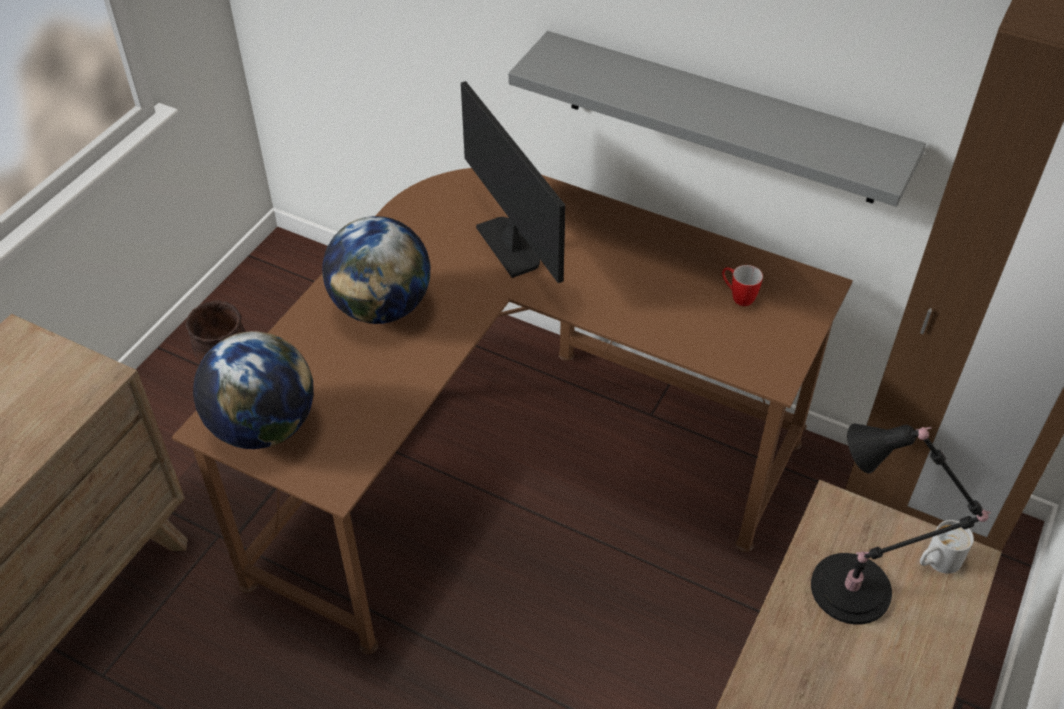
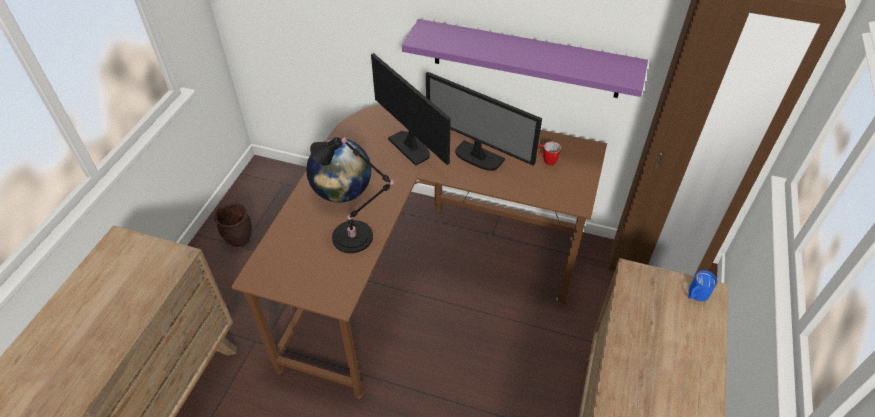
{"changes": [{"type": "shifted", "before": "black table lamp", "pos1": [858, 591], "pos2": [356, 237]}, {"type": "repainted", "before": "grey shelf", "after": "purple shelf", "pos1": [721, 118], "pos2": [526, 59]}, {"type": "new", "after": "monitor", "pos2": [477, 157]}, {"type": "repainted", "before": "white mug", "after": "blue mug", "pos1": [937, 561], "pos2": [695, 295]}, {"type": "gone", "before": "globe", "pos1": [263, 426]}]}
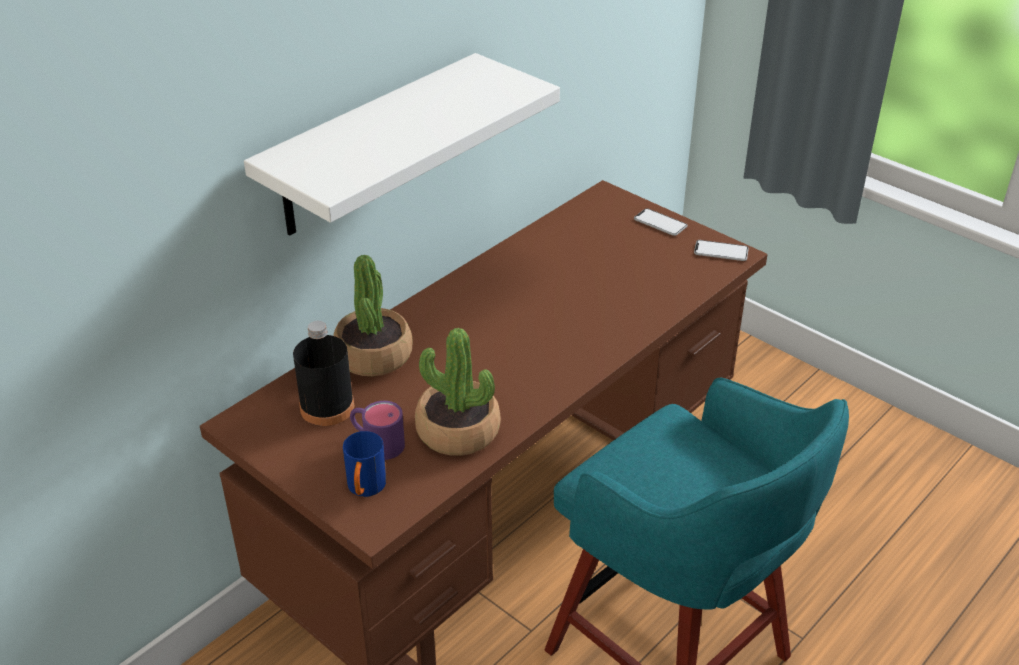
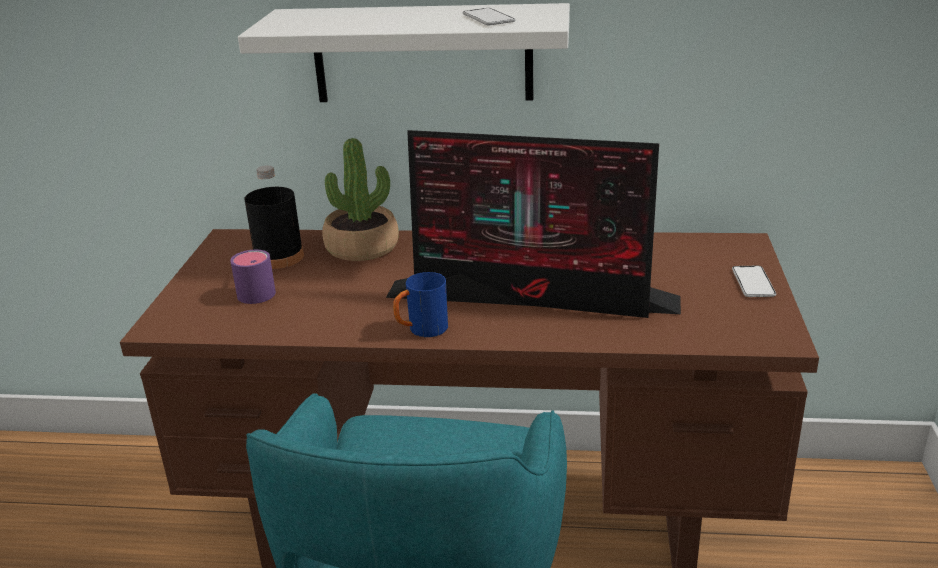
{"changes": [{"type": "new", "after": "monitor", "pos2": [535, 297]}, {"type": "shifted", "before": "blue mug", "pos1": [365, 489], "pos2": [421, 330]}, {"type": "shifted", "before": "phone", "pos1": [721, 251], "pos2": [488, 18]}, {"type": "gone", "before": "potted plant", "pos1": [457, 431]}]}
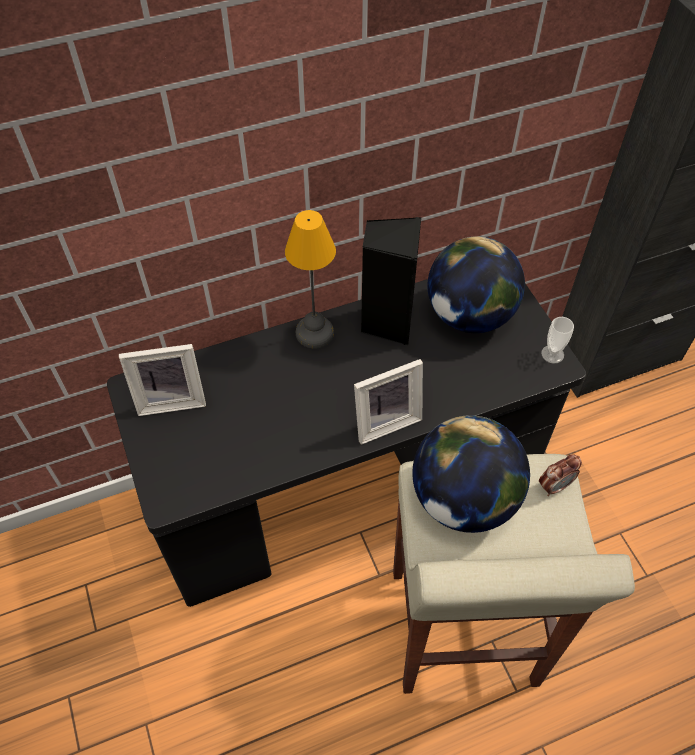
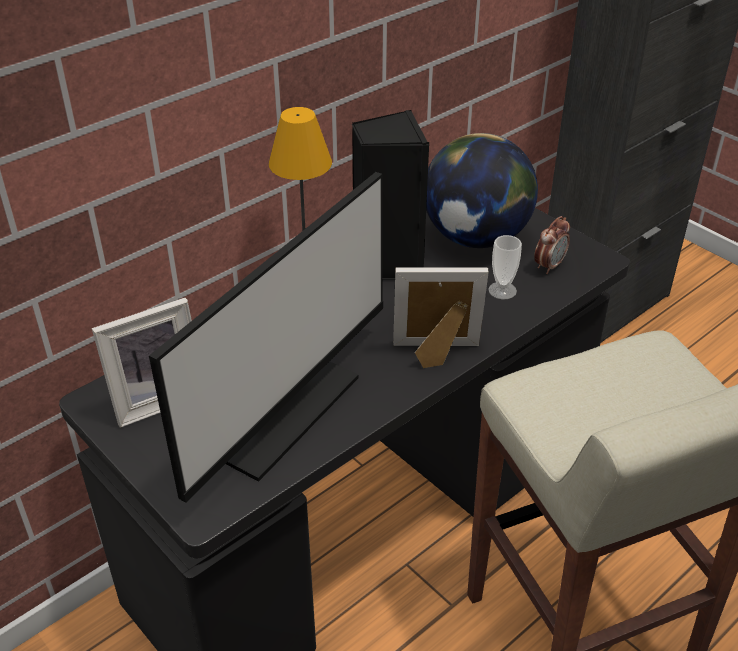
{"changes": [{"type": "new", "after": "monitor", "pos2": [275, 409]}, {"type": "rotated", "before": "picture frame", "pos1": [385, 420], "pos2": [436, 354], "turn": -135}, {"type": "shifted", "before": "cup", "pos1": [552, 354], "pos2": [502, 290]}, {"type": "shifted", "before": "alarm clock", "pos1": [554, 486], "pos2": [549, 266]}, {"type": "gone", "before": "globe", "pos1": [463, 499]}]}
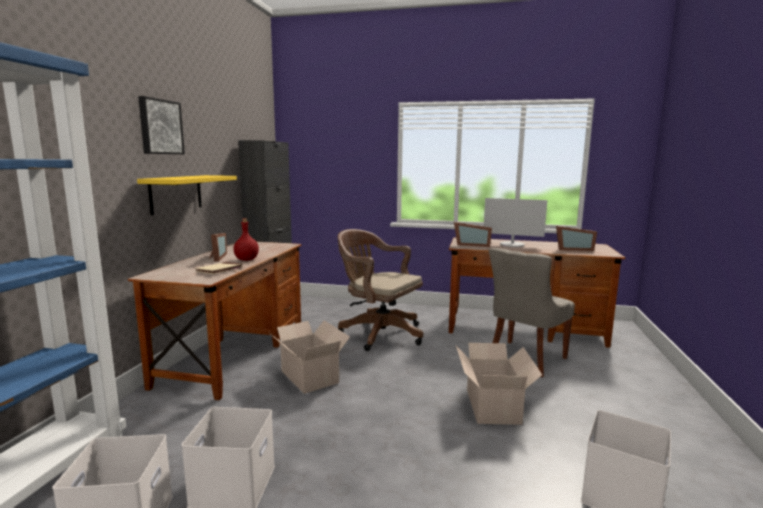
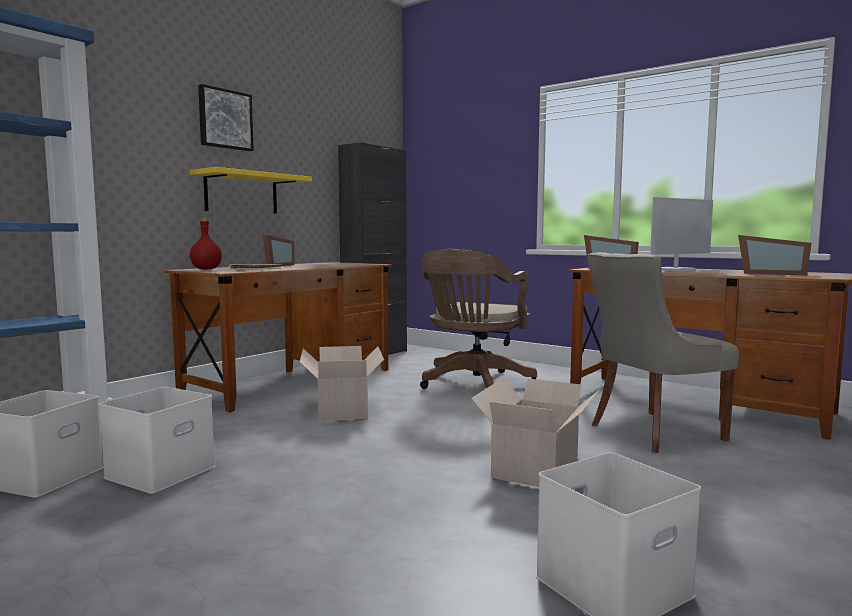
{"changes": [{"type": "shifted", "before": "red bottle", "pos1": [247, 259], "pos2": [207, 269]}, {"type": "rotated", "before": "brown office chair", "pos1": [378, 333], "pos2": [473, 385], "turn": -120}, {"type": "rotated", "before": "monitor", "pos1": [512, 244], "pos2": [676, 270], "turn": -75}]}
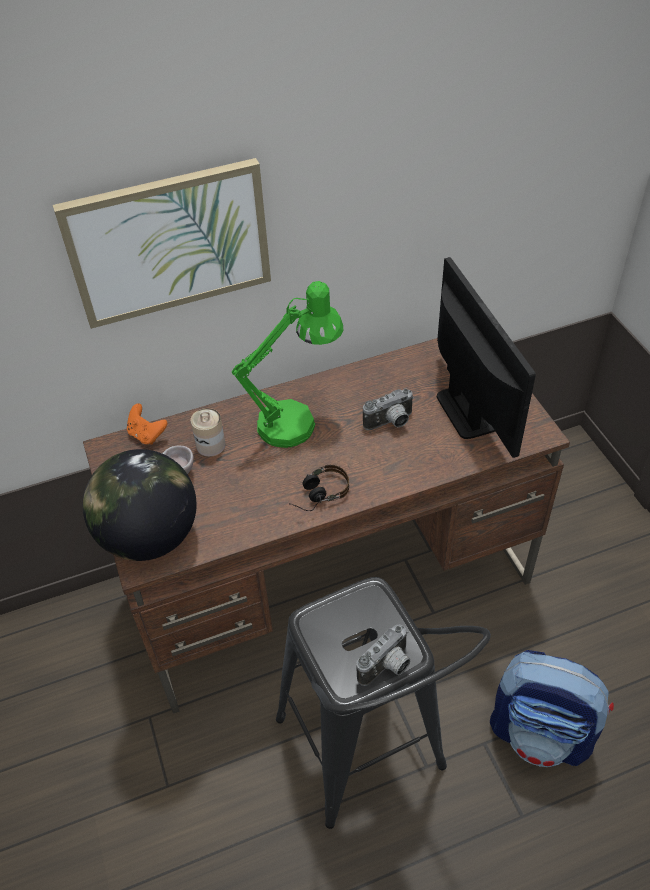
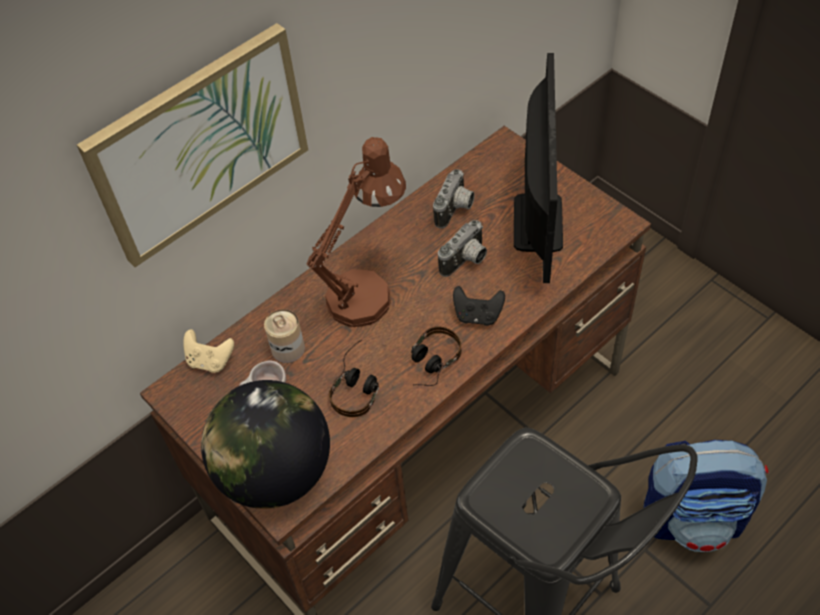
{"changes": [{"type": "repainted", "before": "orange game controller", "after": "beige game controller", "pos1": [147, 435], "pos2": [210, 361]}, {"type": "repainted", "before": "green table lamp", "after": "brown table lamp", "pos1": [297, 421], "pos2": [367, 290]}, {"type": "new", "after": "headphones", "pos2": [358, 386]}, {"type": "shifted", "before": "photo camera", "pos1": [387, 667], "pos2": [456, 210]}, {"type": "new", "after": "black game controller", "pos2": [478, 315]}, {"type": "rotated", "before": "monitor", "pos1": [468, 411], "pos2": [537, 222], "turn": 45}]}
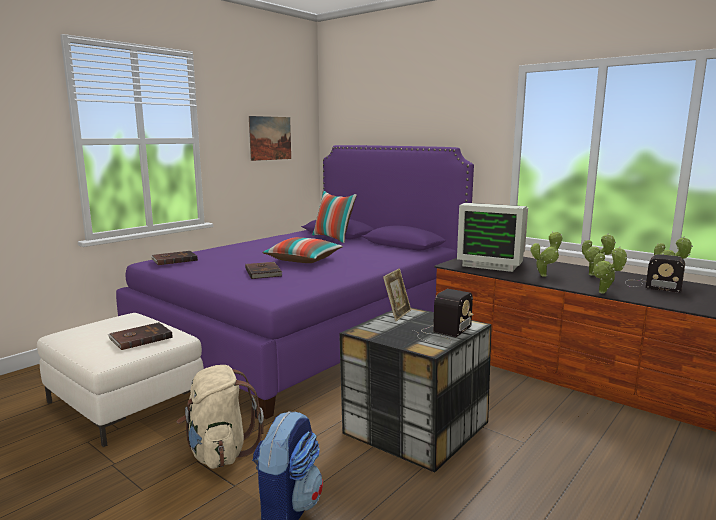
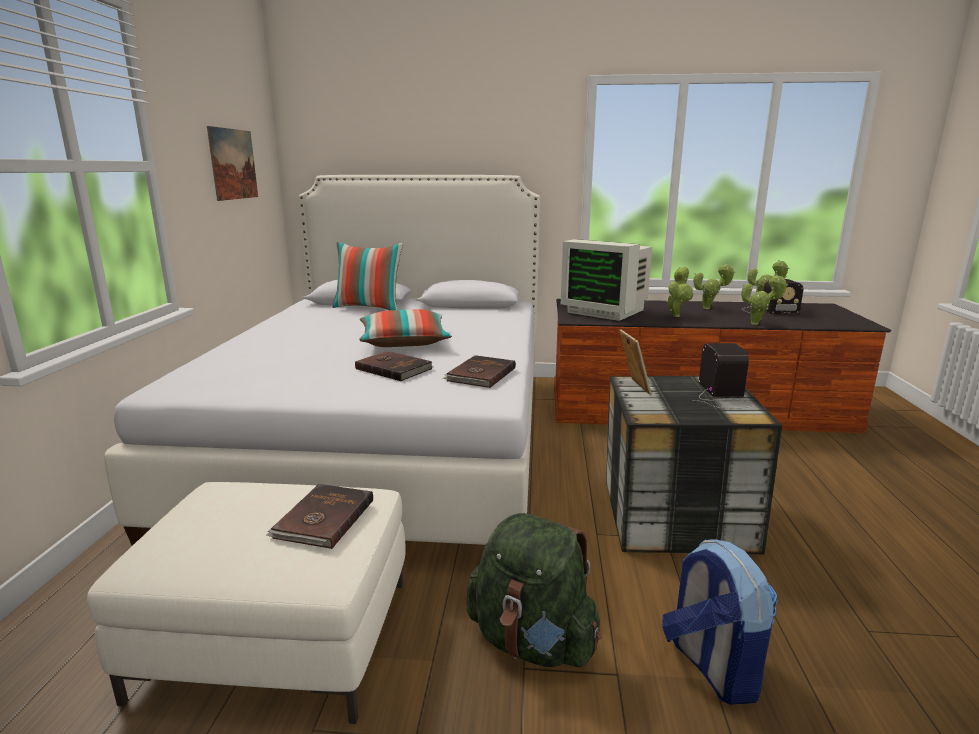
{"changes": [{"type": "repainted", "before": "purple bed", "after": "white bed", "pos1": [308, 331], "pos2": [388, 440]}, {"type": "shifted", "before": "brown book", "pos1": [174, 260], "pos2": [480, 374]}, {"type": "repainted", "before": "beige backpack", "after": "green backpack", "pos1": [219, 452], "pos2": [532, 642]}, {"type": "rotated", "before": "monitor", "pos1": [492, 263], "pos2": [606, 311], "turn": 45}]}
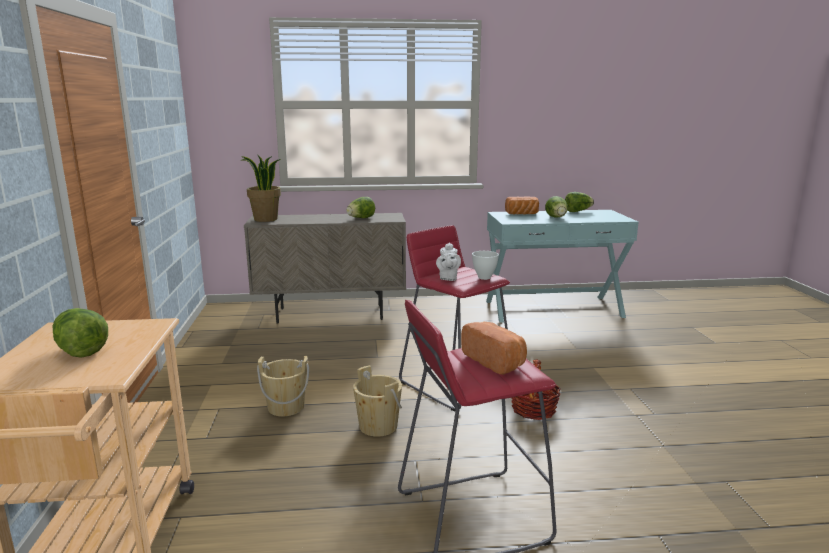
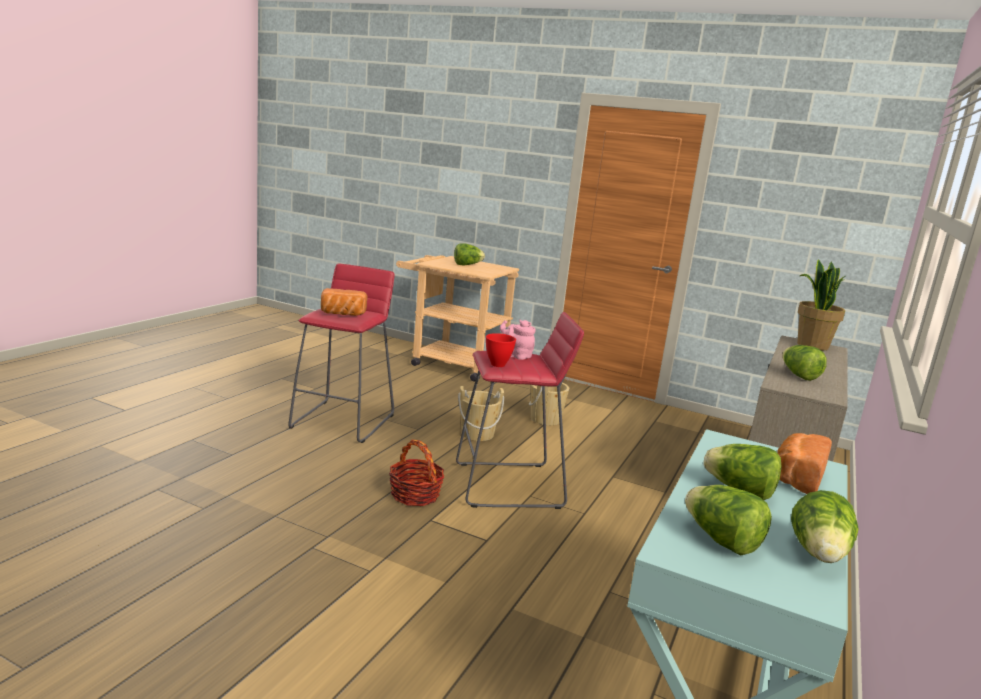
{"changes": [{"type": "repainted", "before": "white bowl", "after": "red bowl", "pos1": [484, 278], "pos2": [497, 364]}, {"type": "repainted", "before": "white teapot", "after": "pink teapot", "pos1": [448, 278], "pos2": [516, 355]}, {"type": "new", "after": "lettuce", "pos2": [721, 541]}]}
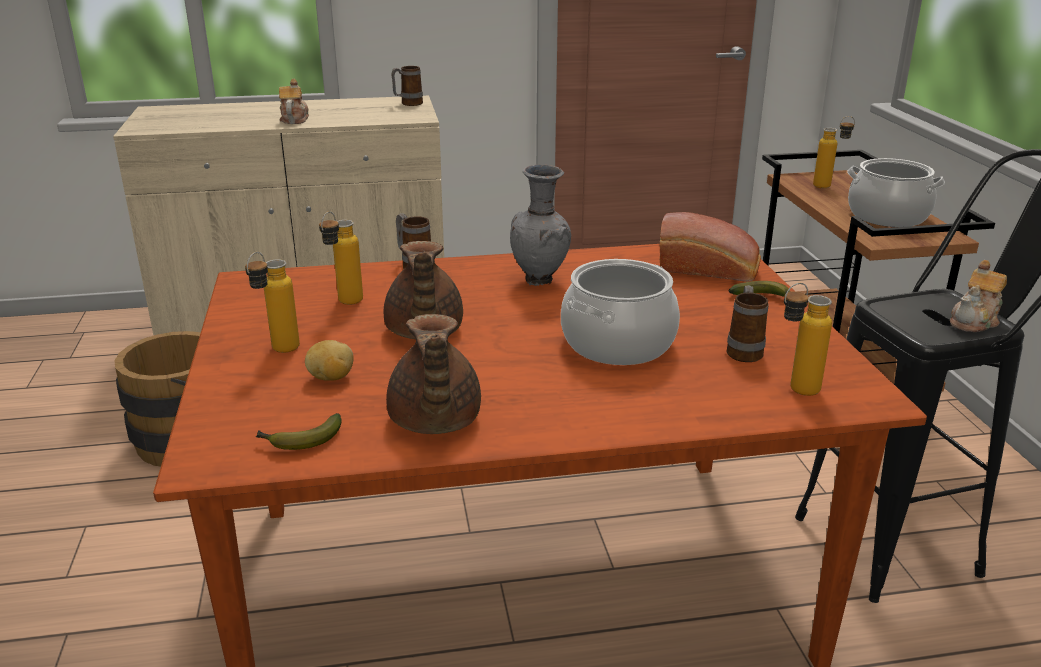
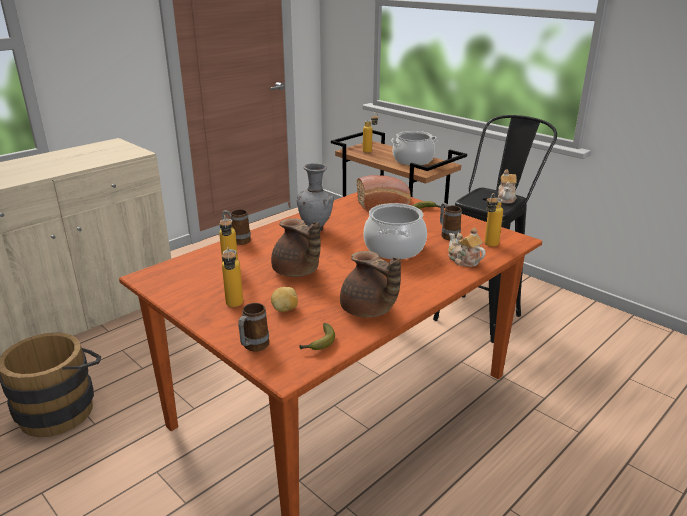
{"changes": [{"type": "shifted", "before": "mug", "pos1": [407, 104], "pos2": [253, 347]}, {"type": "shifted", "before": "teapot", "pos1": [294, 120], "pos2": [463, 260]}]}
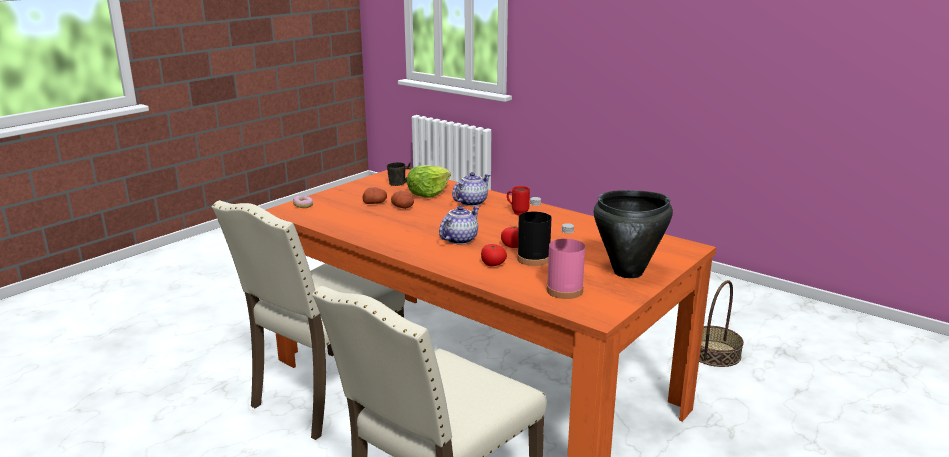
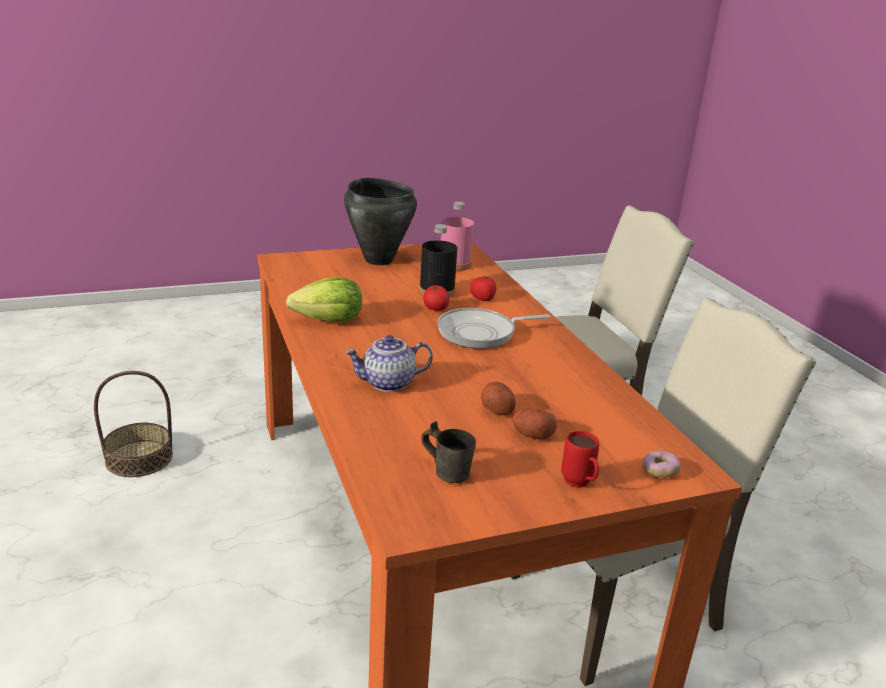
{"changes": [{"type": "shifted", "before": "lettuce", "pos1": [428, 193], "pos2": [329, 320]}, {"type": "swapped", "before": "teapot", "after": "frying pan", "pos1": [459, 239], "pos2": [481, 333]}, {"type": "shifted", "before": "red mug", "pos1": [517, 212], "pos2": [579, 485]}]}
